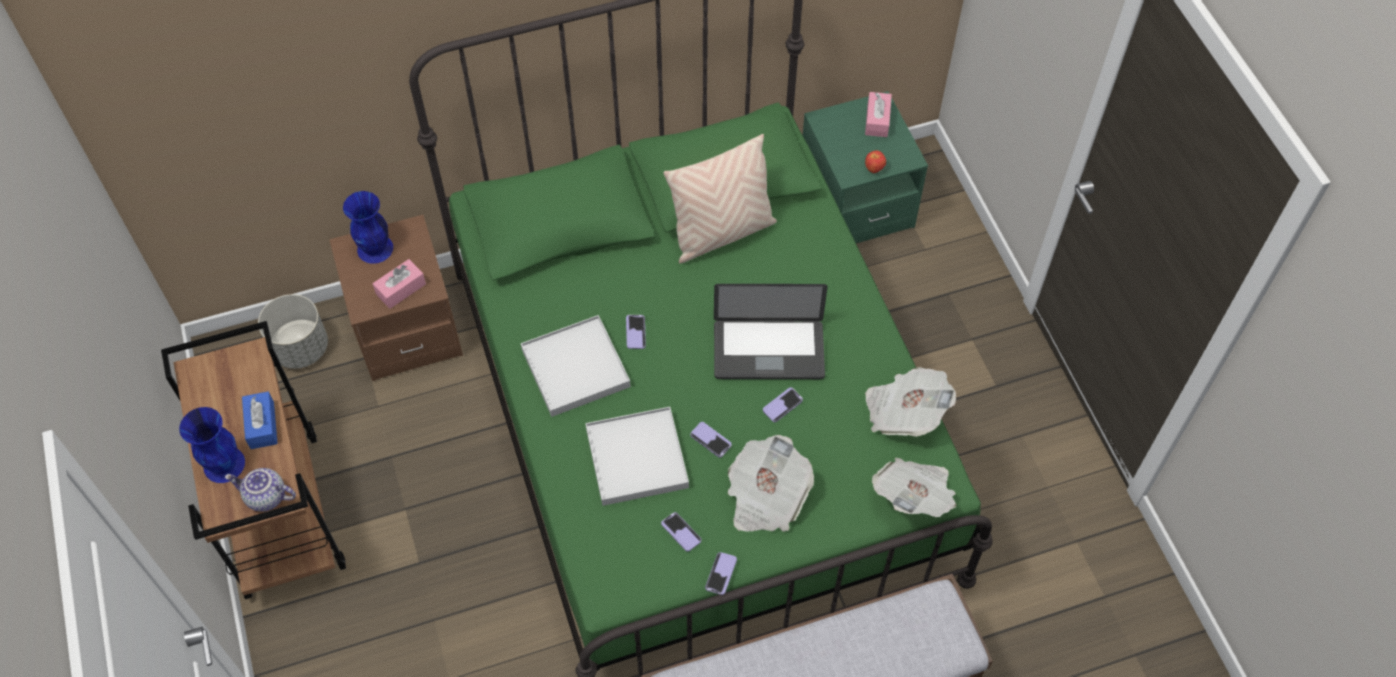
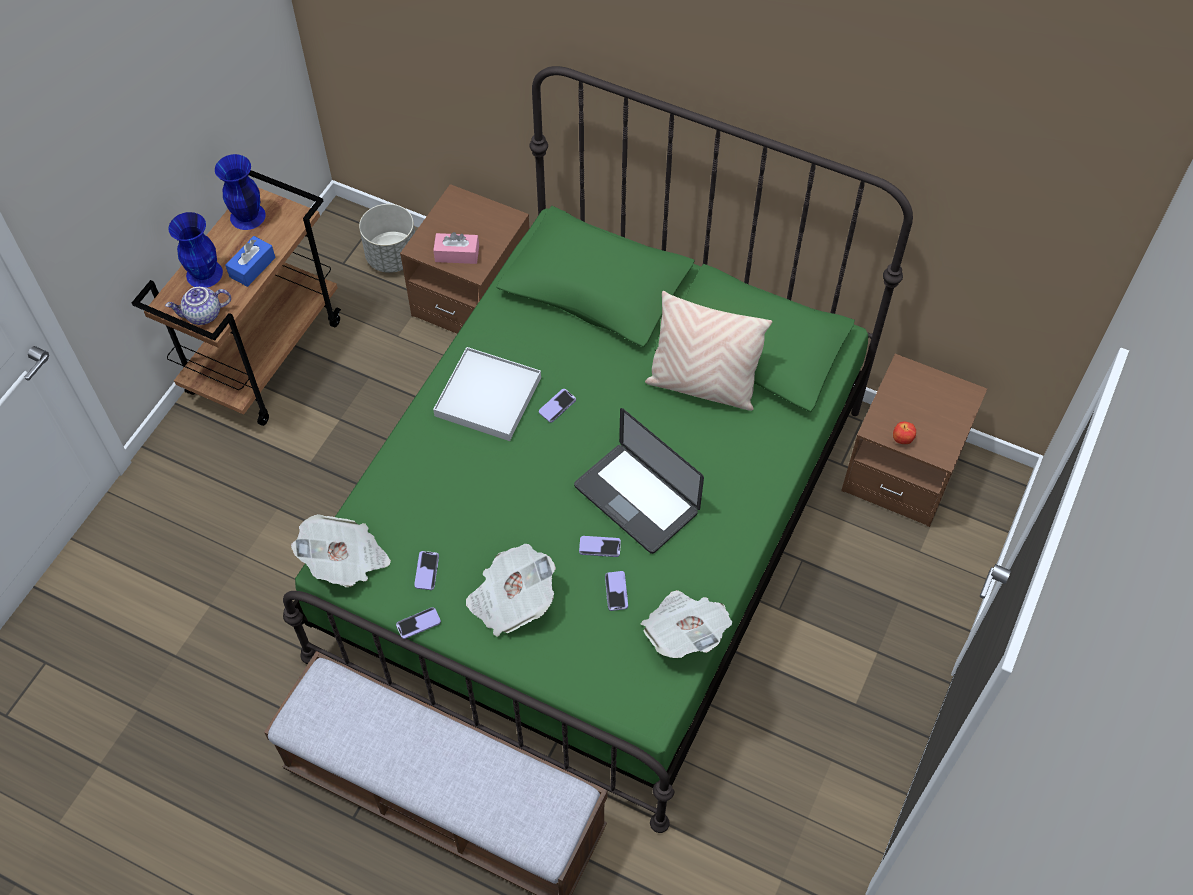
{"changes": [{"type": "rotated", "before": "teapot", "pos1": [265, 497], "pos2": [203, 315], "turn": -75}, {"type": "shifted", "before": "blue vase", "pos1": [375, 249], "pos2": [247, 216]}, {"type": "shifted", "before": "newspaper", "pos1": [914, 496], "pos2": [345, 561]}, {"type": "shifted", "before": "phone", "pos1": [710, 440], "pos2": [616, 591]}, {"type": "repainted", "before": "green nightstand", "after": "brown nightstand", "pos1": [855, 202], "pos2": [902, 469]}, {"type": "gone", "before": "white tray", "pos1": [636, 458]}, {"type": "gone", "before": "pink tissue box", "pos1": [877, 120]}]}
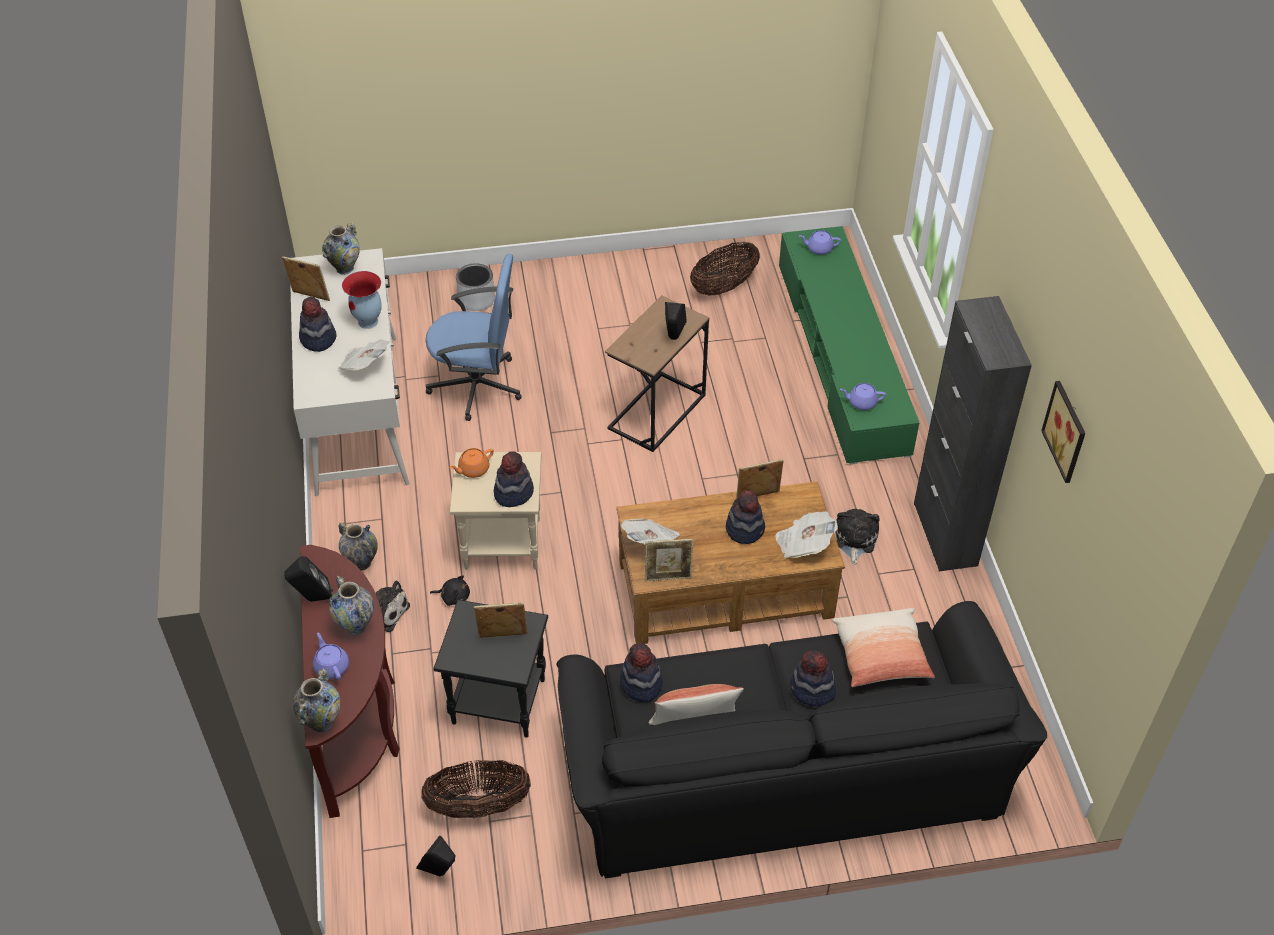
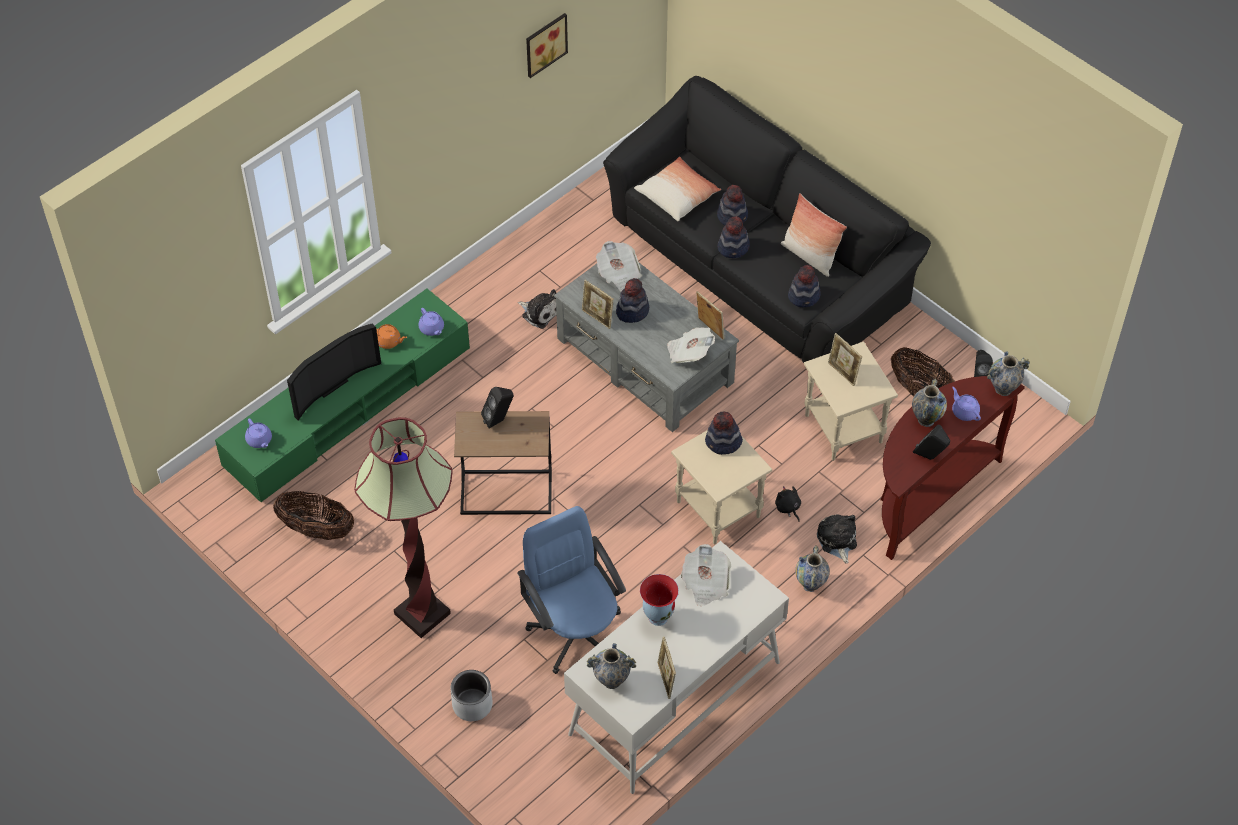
{"changes": [{"type": "new", "after": "television", "pos2": [330, 384]}, {"type": "new", "after": "floor lamp", "pos2": [422, 614]}, {"type": "shifted", "before": "orange teapot", "pos1": [473, 469], "pos2": [388, 341]}, {"type": "rotated", "before": "plush toy", "pos1": [854, 540], "pos2": [540, 312], "turn": -120}, {"type": "repainted", "before": "brown coffee table", "after": "grey coffee table", "pos1": [724, 588], "pos2": [645, 361]}, {"type": "shifted", "before": "hat", "pos1": [318, 338], "pos2": [733, 247]}, {"type": "repainted", "before": "black side table", "after": "beige side table", "pos1": [497, 703], "pos2": [845, 429]}, {"type": "rotated", "before": "purple teapot", "pos1": [331, 666], "pos2": [964, 412], "turn": 120}, {"type": "gone", "before": "black cabinet", "pos1": [945, 534]}]}
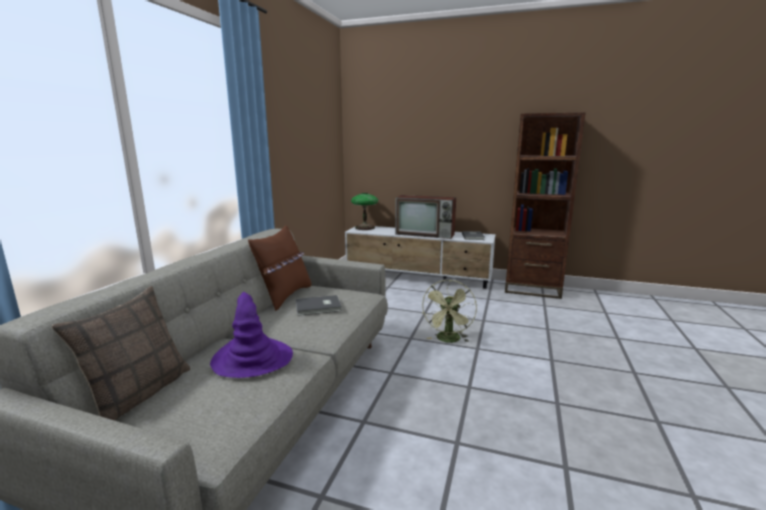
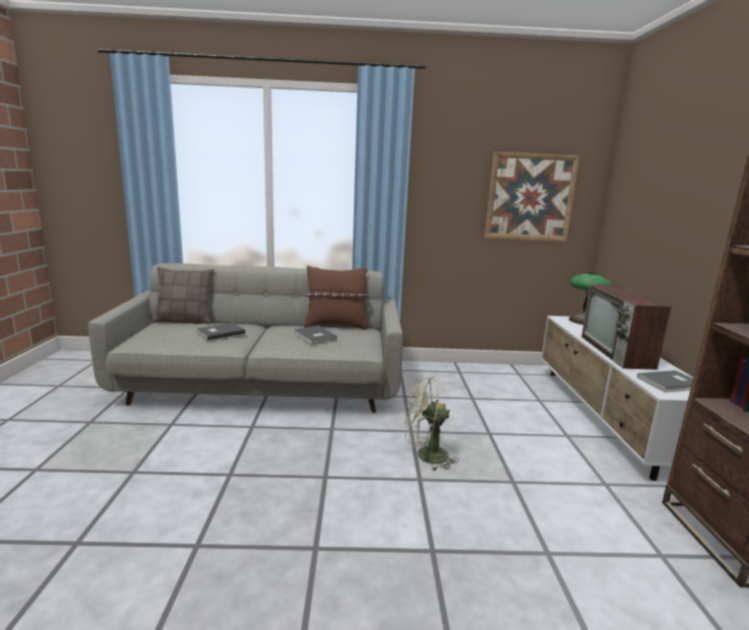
{"changes": [{"type": "swapped", "before": "purple hat", "after": "grey book", "pos1": [252, 359], "pos2": [220, 332]}, {"type": "new", "after": "picture", "pos2": [530, 197]}]}
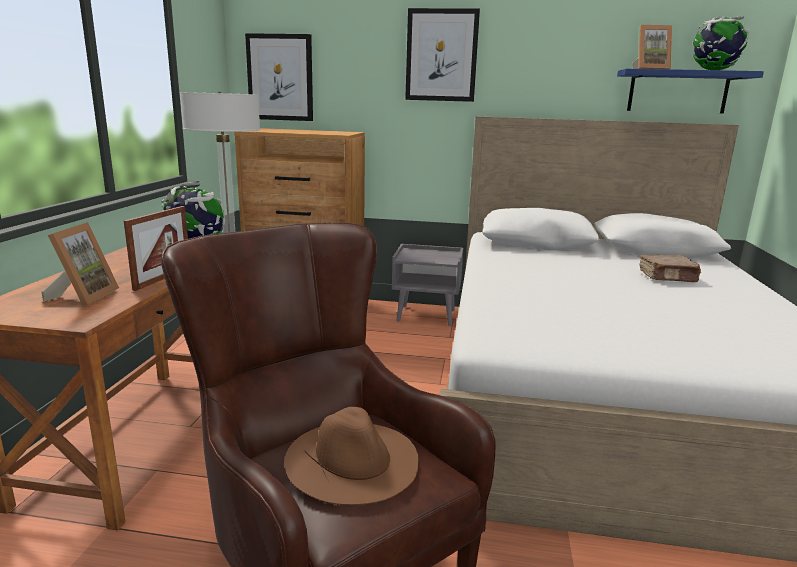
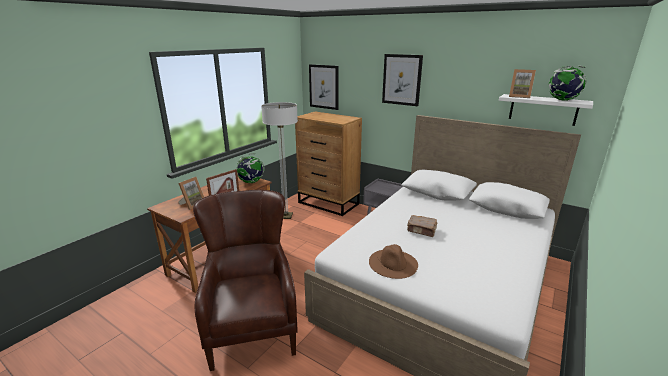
{"changes": [{"type": "shifted", "before": "brown hat", "pos1": [352, 459], "pos2": [393, 263]}, {"type": "shifted", "before": "brown book", "pos1": [668, 277], "pos2": [422, 230]}, {"type": "repainted", "before": "blue shelf", "after": "white shelf", "pos1": [677, 92], "pos2": [543, 109]}]}
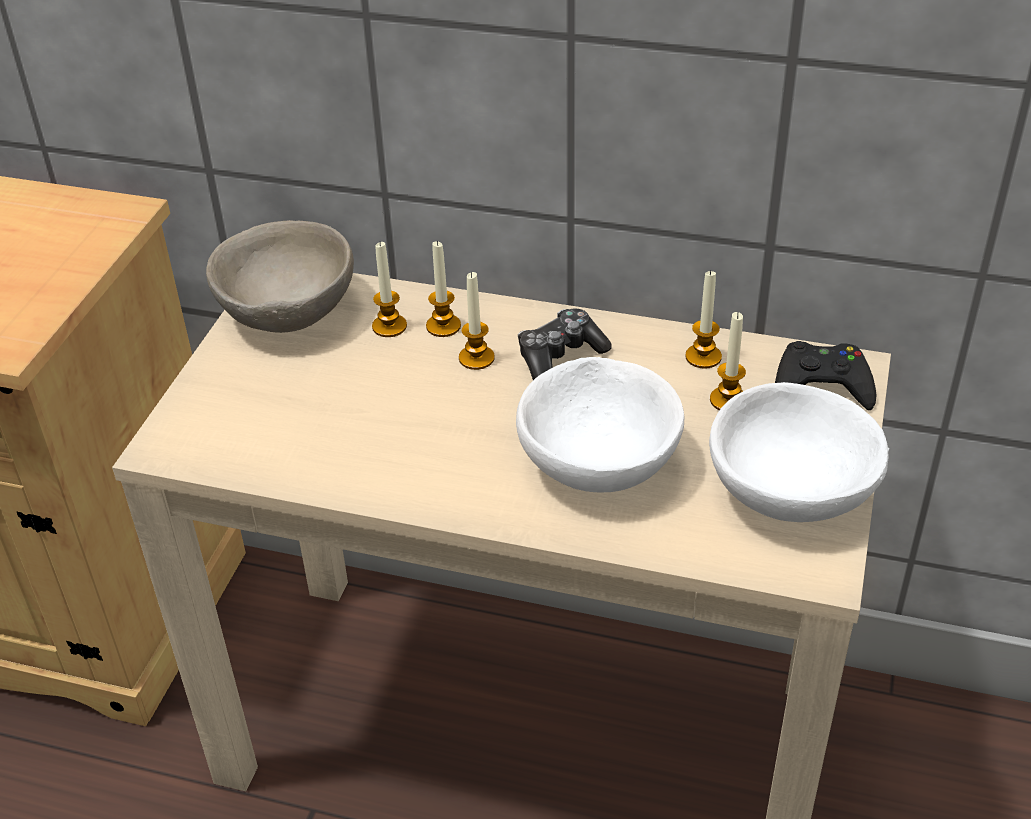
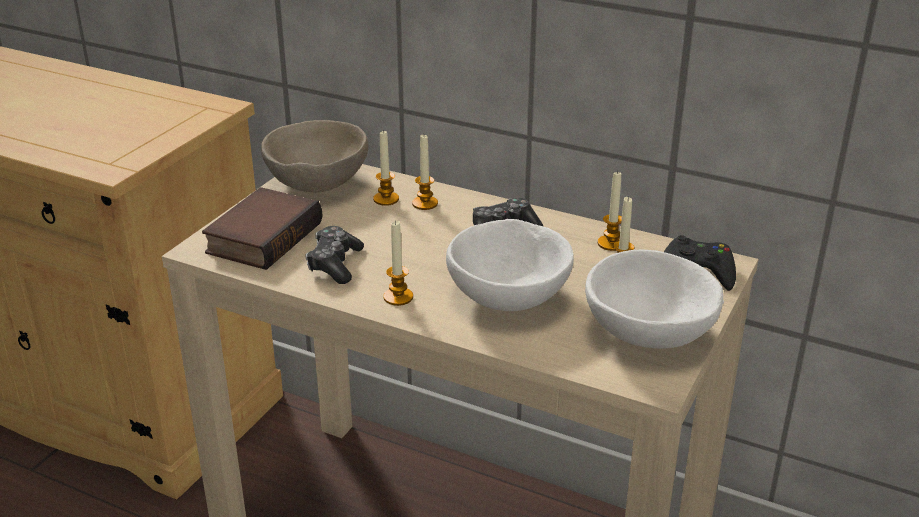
{"changes": [{"type": "new", "after": "book", "pos2": [262, 236]}, {"type": "new", "after": "game controller", "pos2": [335, 264]}, {"type": "shifted", "before": "candle", "pos1": [476, 358], "pos2": [398, 297]}]}
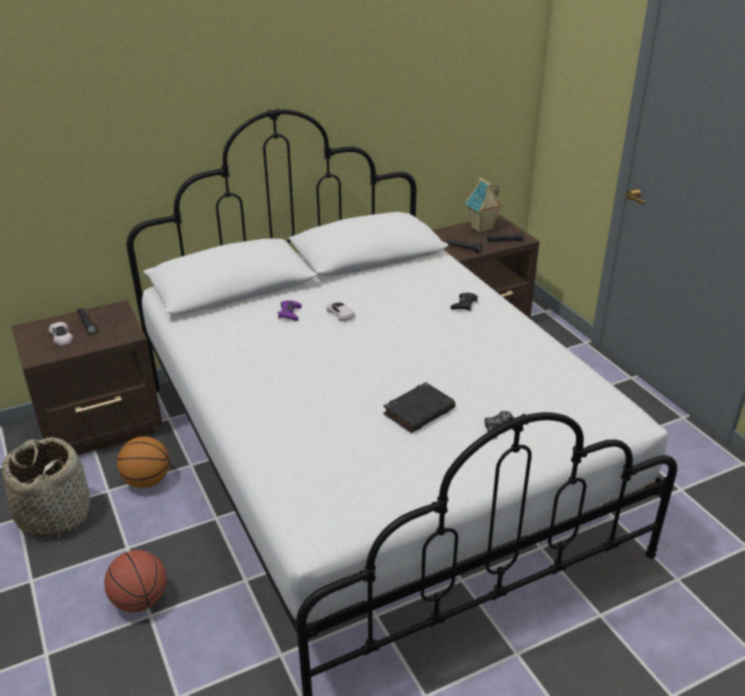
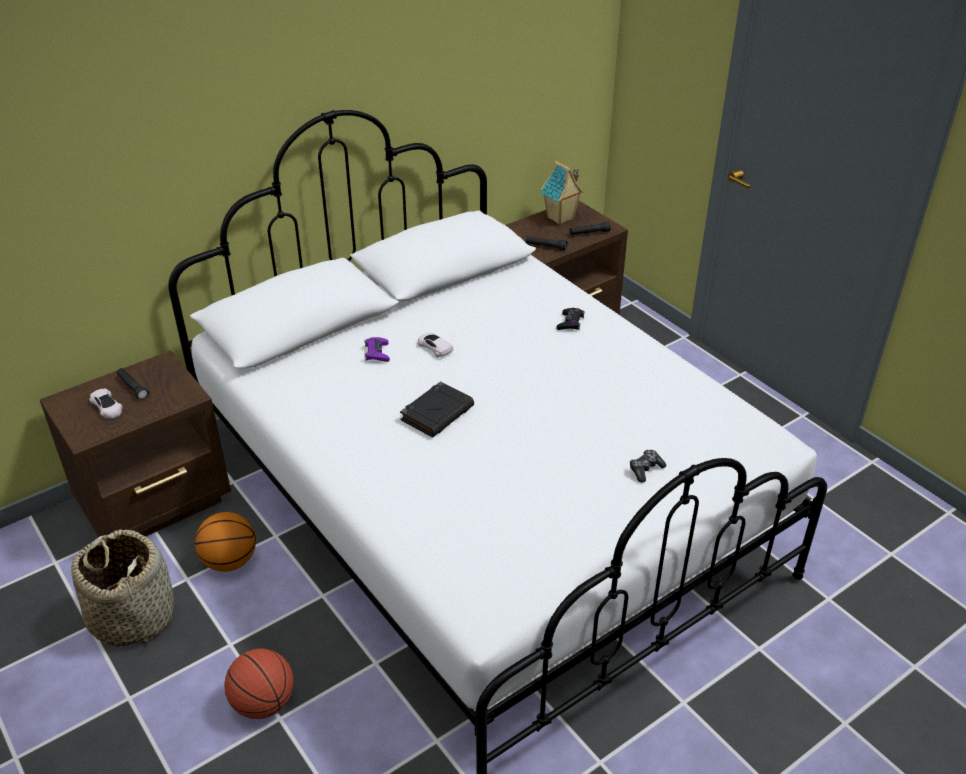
{"changes": [{"type": "shifted", "before": "black book", "pos1": [419, 411], "pos2": [437, 413]}]}
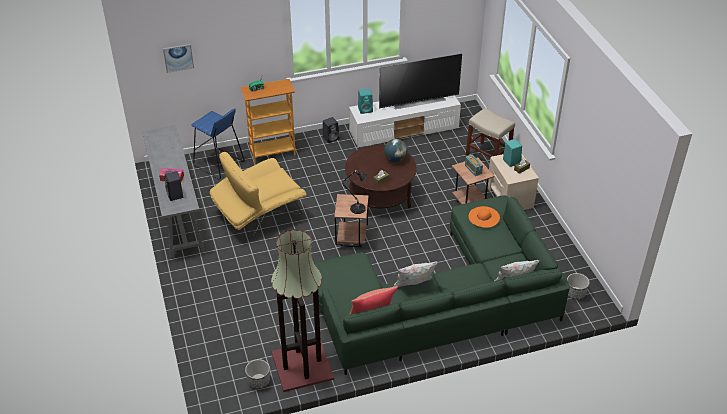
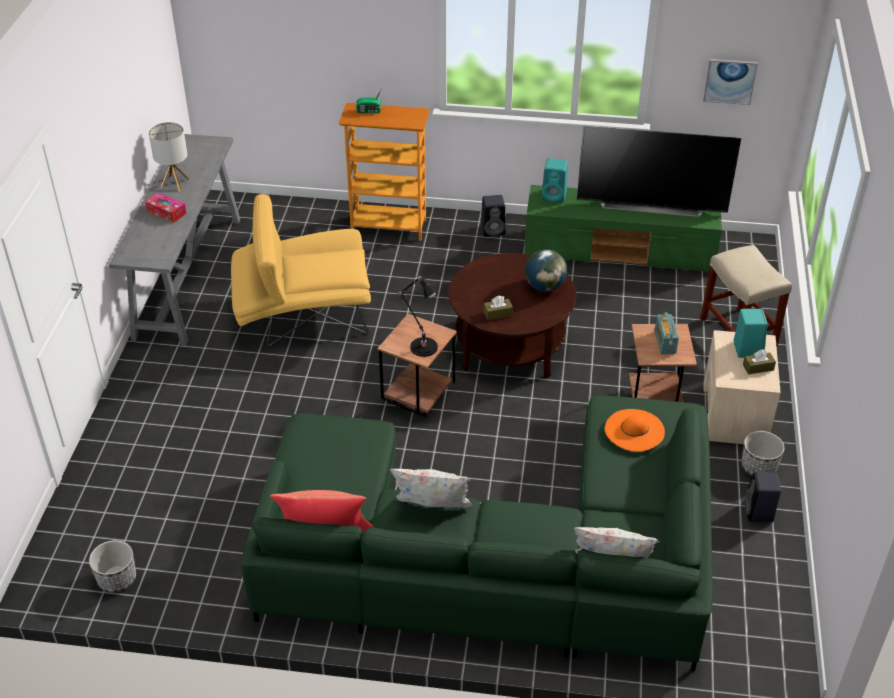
{"changes": [{"type": "new", "after": "table lamp", "pos2": [175, 183]}, {"type": "repainted", "before": "white tv stand", "after": "green tv stand", "pos1": [404, 130], "pos2": [620, 251]}, {"type": "shifted", "before": "picture", "pos1": [178, 57], "pos2": [730, 81]}, {"type": "shifted", "before": "planter", "pos1": [575, 293], "pos2": [758, 467]}, {"type": "shifted", "before": "black speaker", "pos1": [175, 195], "pos2": [759, 513]}, {"type": "gone", "before": "blue stool", "pos1": [219, 164]}, {"type": "gone", "before": "floor lamp", "pos1": [301, 366]}]}
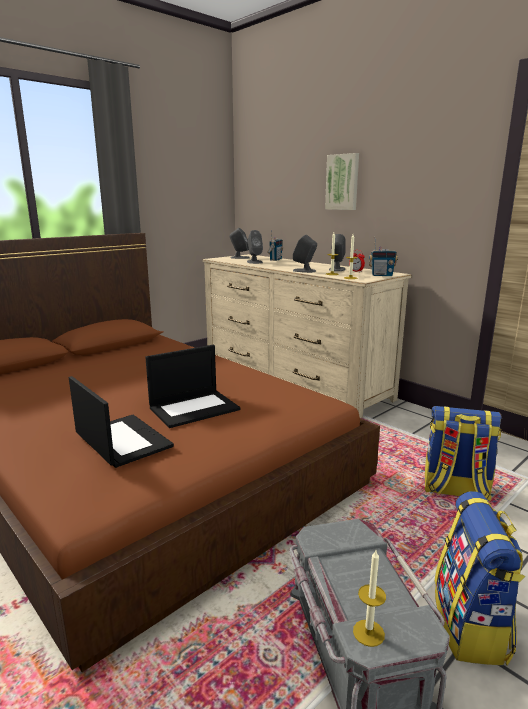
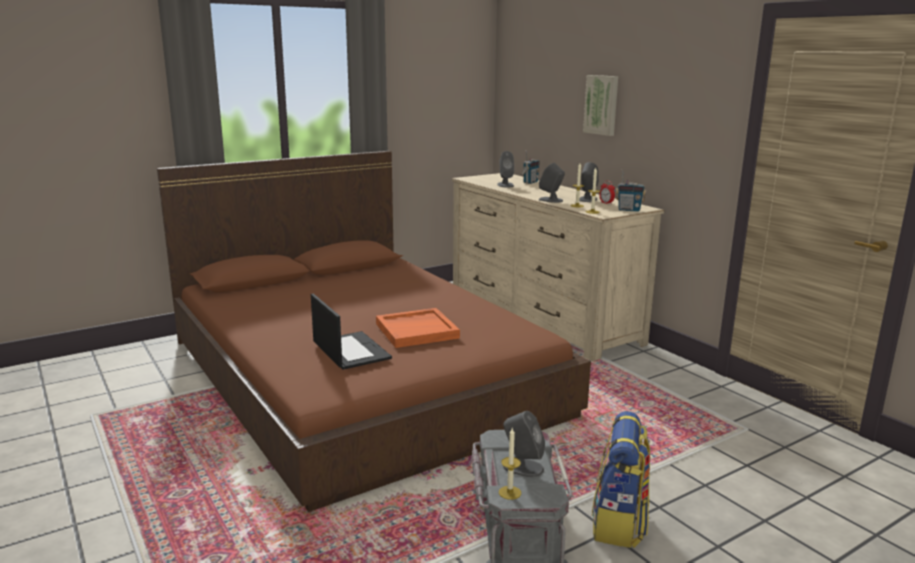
{"changes": [{"type": "swapped", "before": "laptop", "after": "orange tray", "pos1": [194, 408], "pos2": [417, 330]}, {"type": "shifted", "before": "grey speaker", "pos1": [239, 257], "pos2": [522, 467]}, {"type": "gone", "before": "backpack", "pos1": [455, 490]}]}
